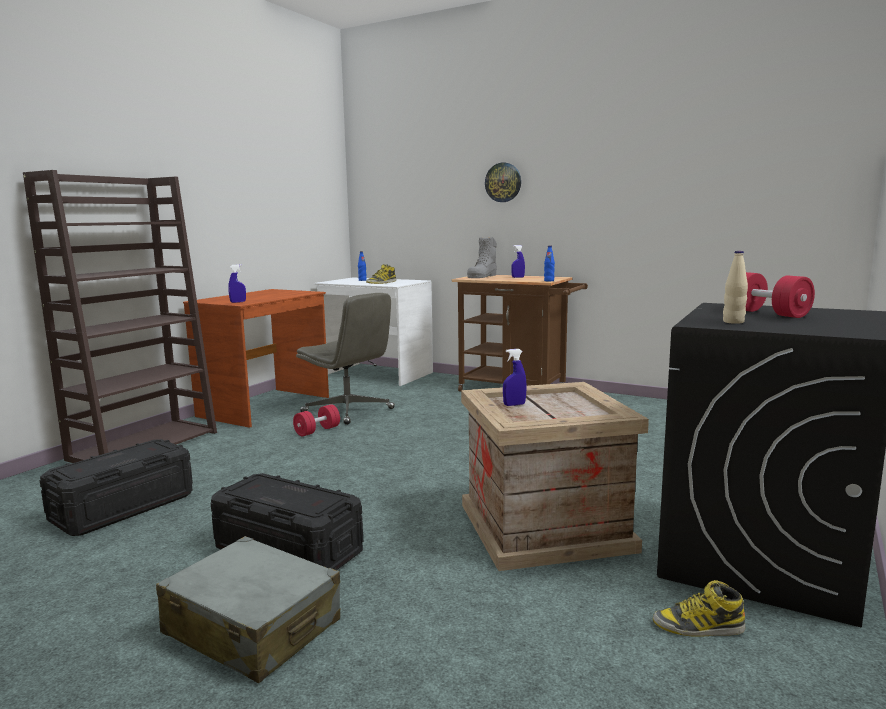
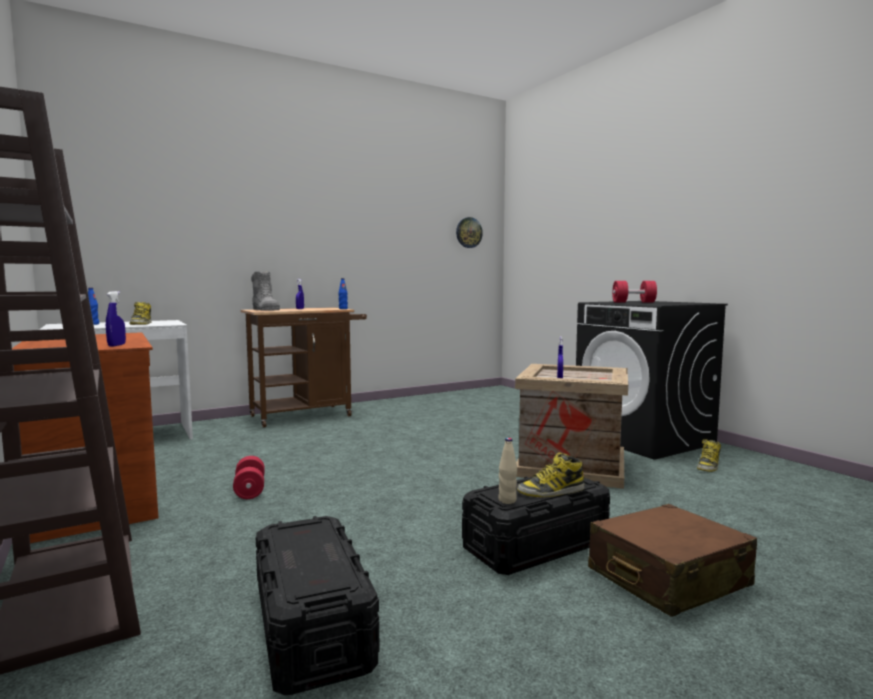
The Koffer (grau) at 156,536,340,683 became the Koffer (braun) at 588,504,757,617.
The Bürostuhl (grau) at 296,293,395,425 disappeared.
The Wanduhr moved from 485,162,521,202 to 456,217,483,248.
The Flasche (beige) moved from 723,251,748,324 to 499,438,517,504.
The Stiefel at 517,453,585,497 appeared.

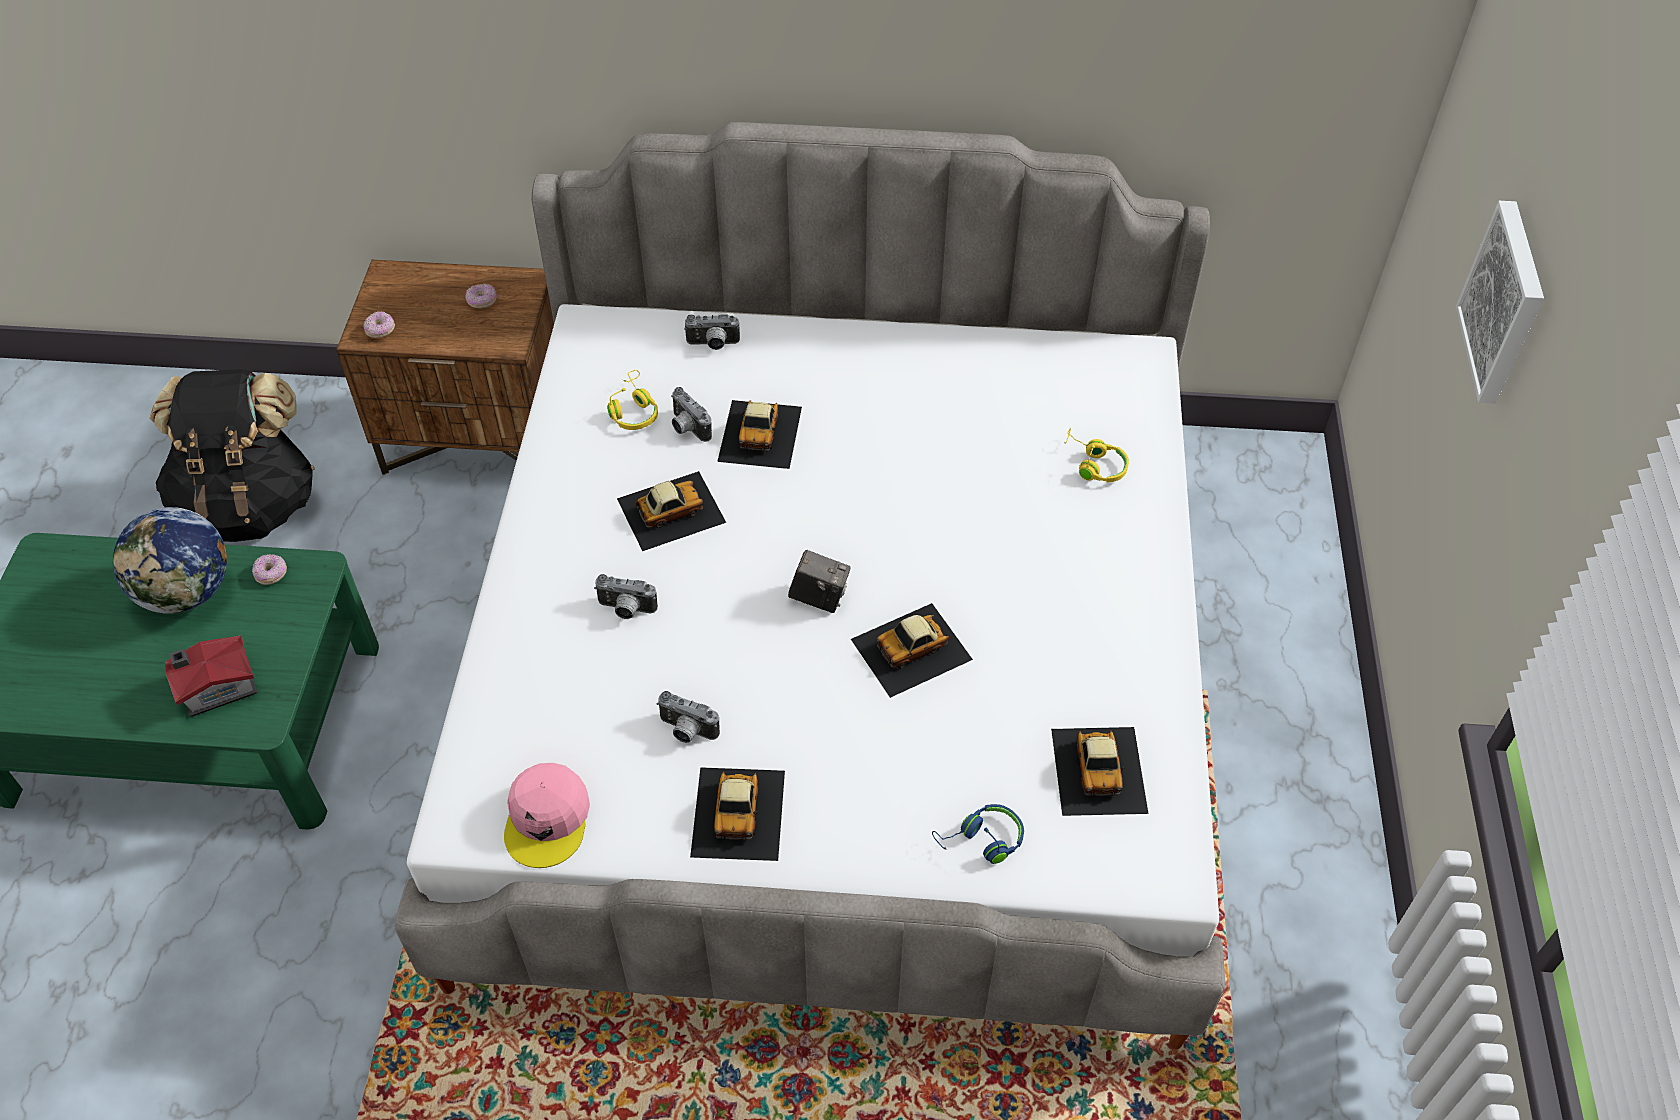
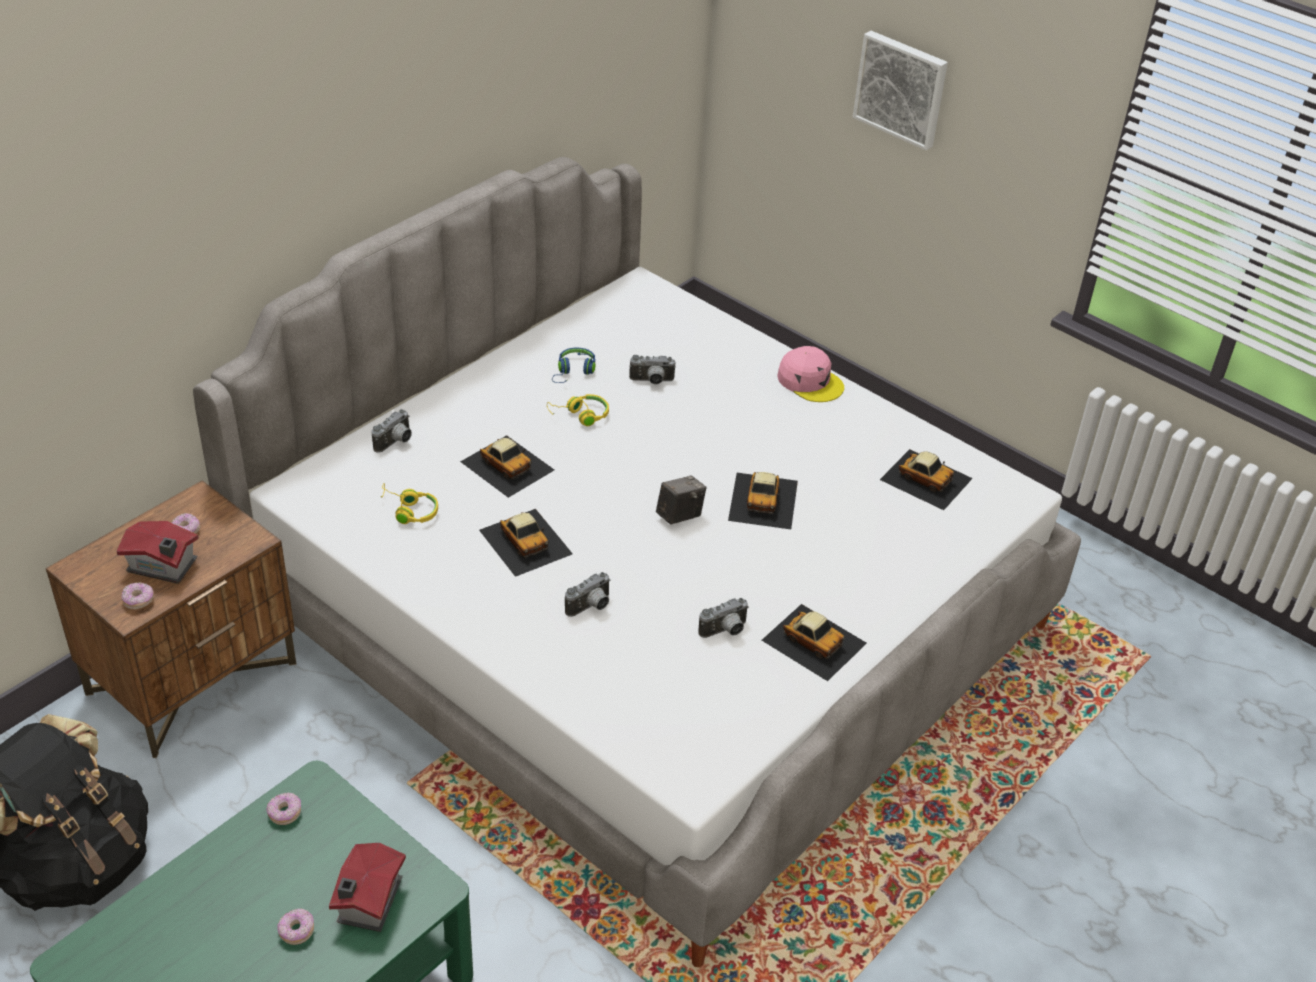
The Globus at 113,507,227,614 disappeared.
The Kappe (rosa) moved from 504,763,590,868 to 777,346,844,402.
The Spielzeugauto at 617,471,726,551 turned 135 degrees clockwise.
The Kamera moved from 671,387,712,442 to 629,355,676,385.
The Kopfhörer (blau) moved from 932,804,1024,864 to 552,348,595,383.
The Kopfhörer (gelb) moved from 1065,428,1129,483 to 547,394,609,426.
The Spielzeughaus at 116,521,199,584 appeared.
The Donut at 277,909,314,945 appeared.

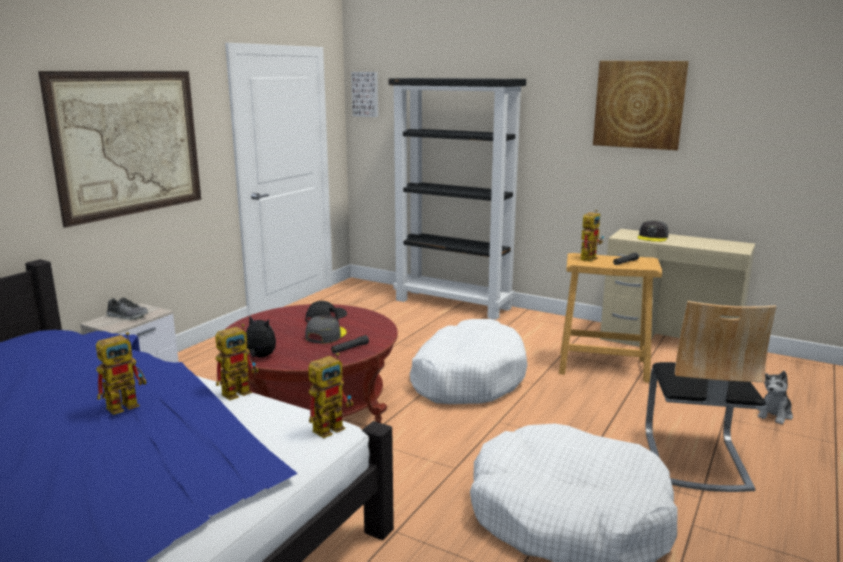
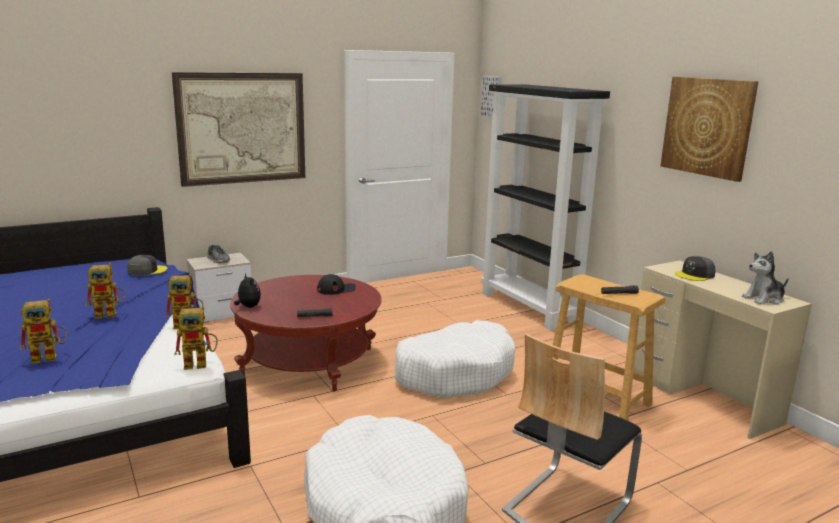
The Kappe (grau) moved from 305,315,347,344 to 127,255,167,276.
The Spielzeugroboter moved from 580,210,604,262 to 20,298,67,364.
The Plüschtier moved from 758,371,793,425 to 742,251,789,304.

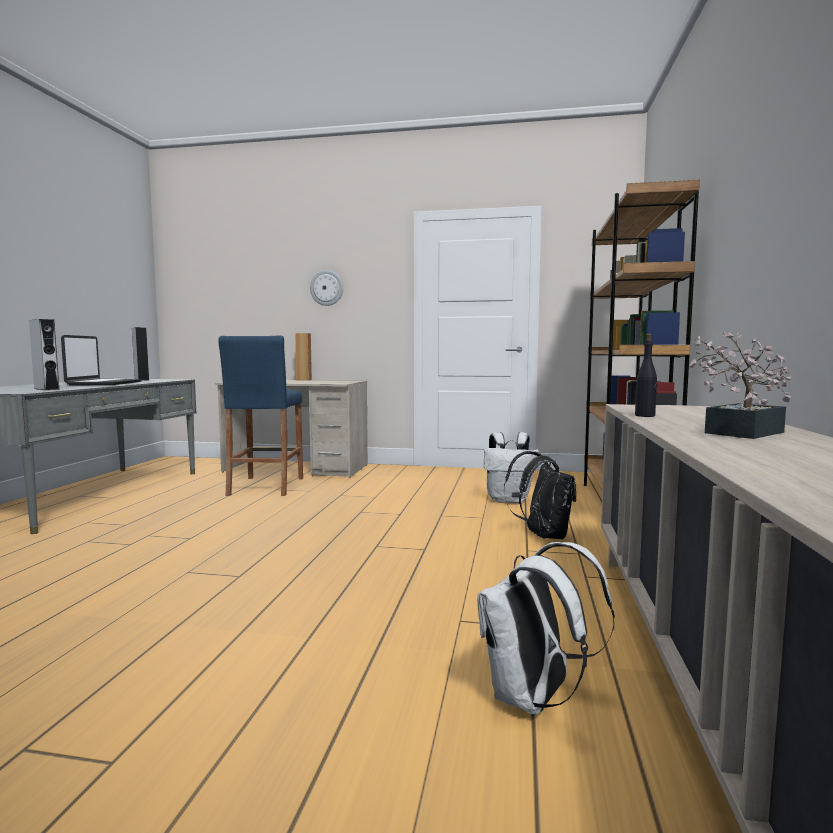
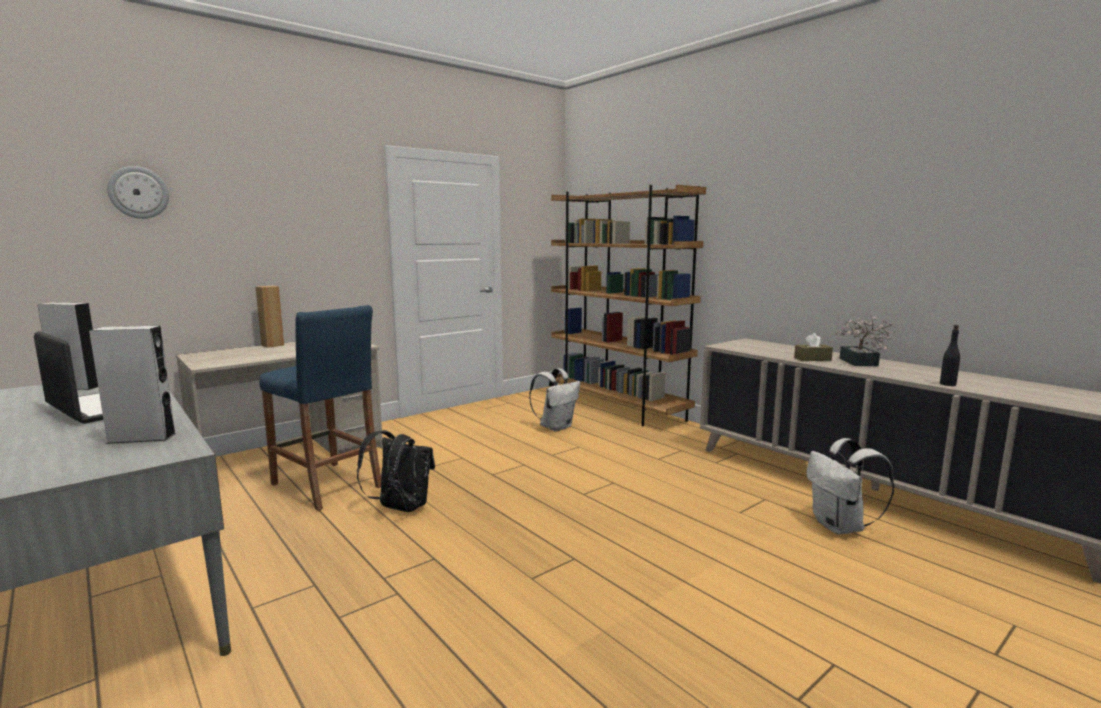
The Wanduhr moved from 310,270,343,306 to 107,166,169,219.
The Rucksack (schwarz) moved from 504,451,576,539 to 357,430,435,512.
The Flasche (schwarz) moved from 635,334,658,417 to 940,325,960,386.
The Taschentuchbox (braun) at 794,333,833,361 appeared.

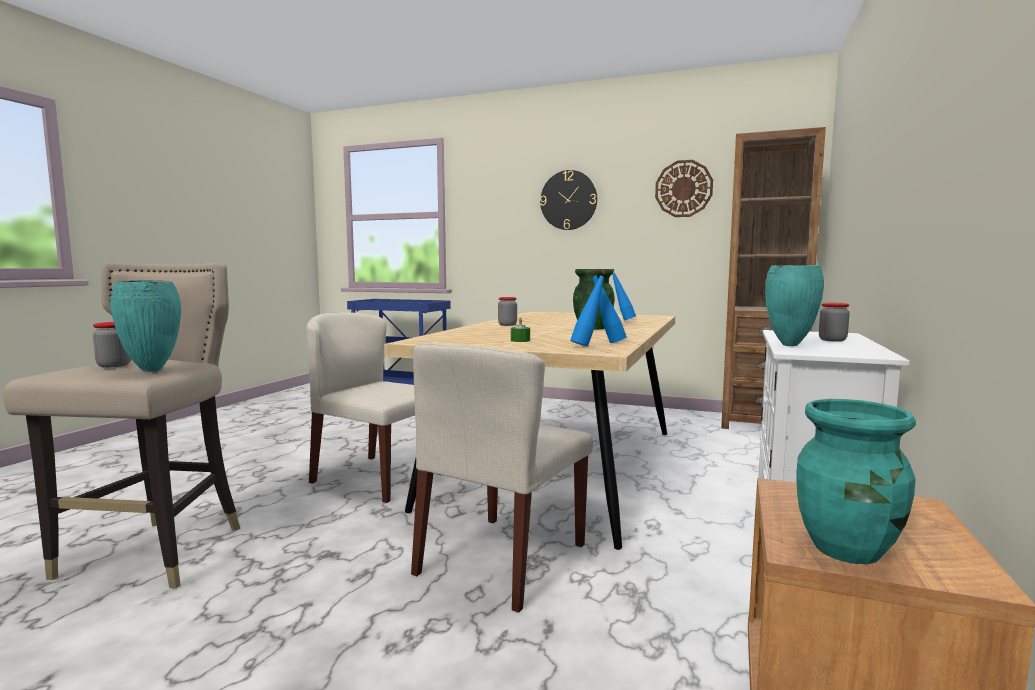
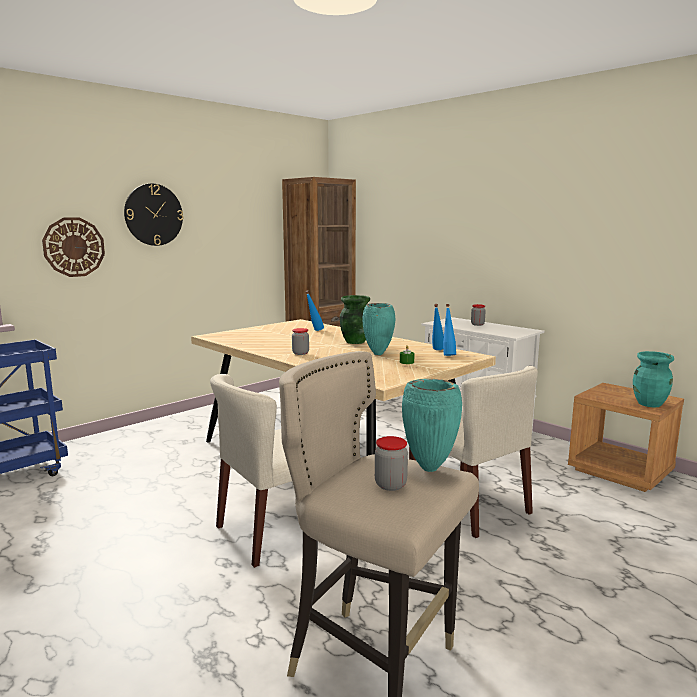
The Wanduhr moved from 655,160,713,217 to 42,218,105,277.
The Vase (türkis) moved from 765,265,824,346 to 362,303,396,355.

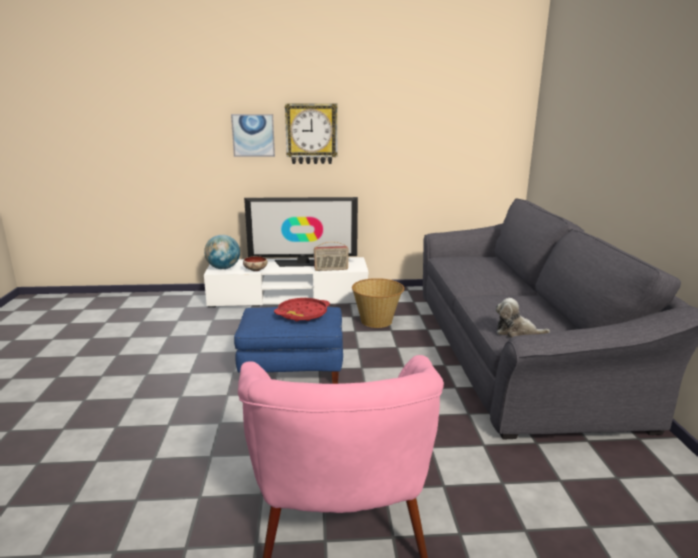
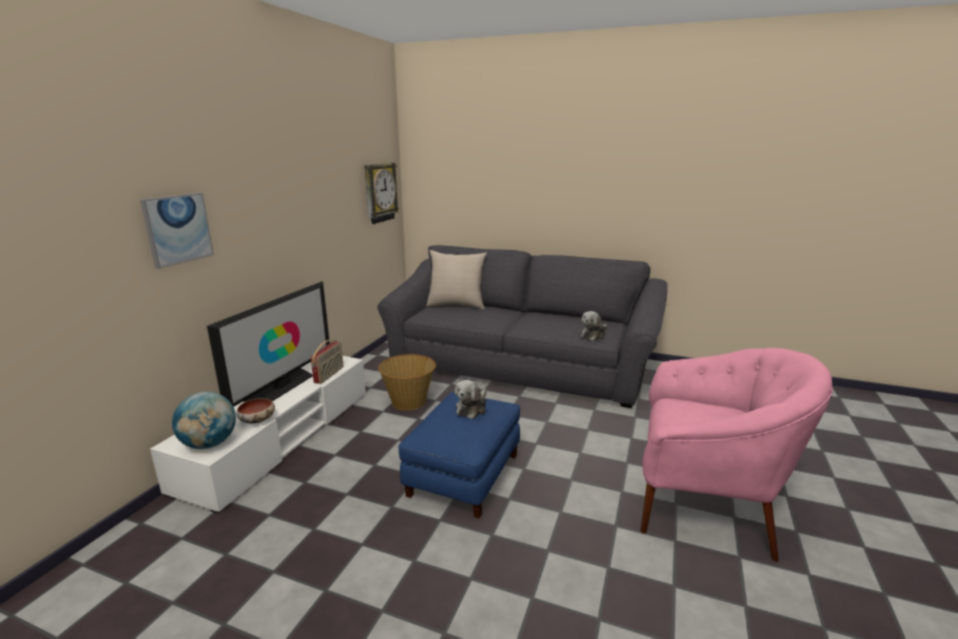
The Tablett (rot) at 274,298,330,322 was replaced by the Plüschtier at 455,380,487,419.
The Wanduhr moved from 285,103,338,164 to 364,163,399,224.
The Kissen (beige) at 426,250,487,309 appeared.

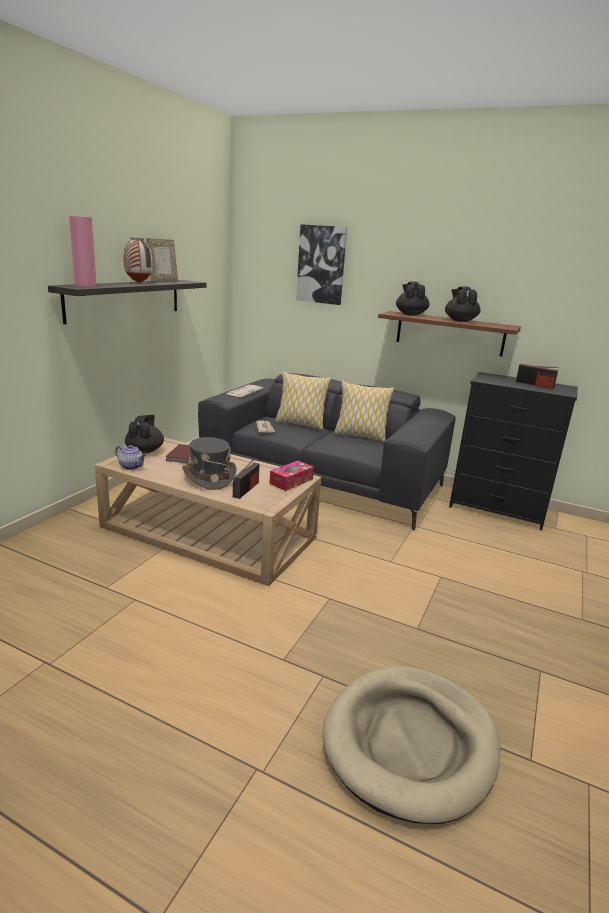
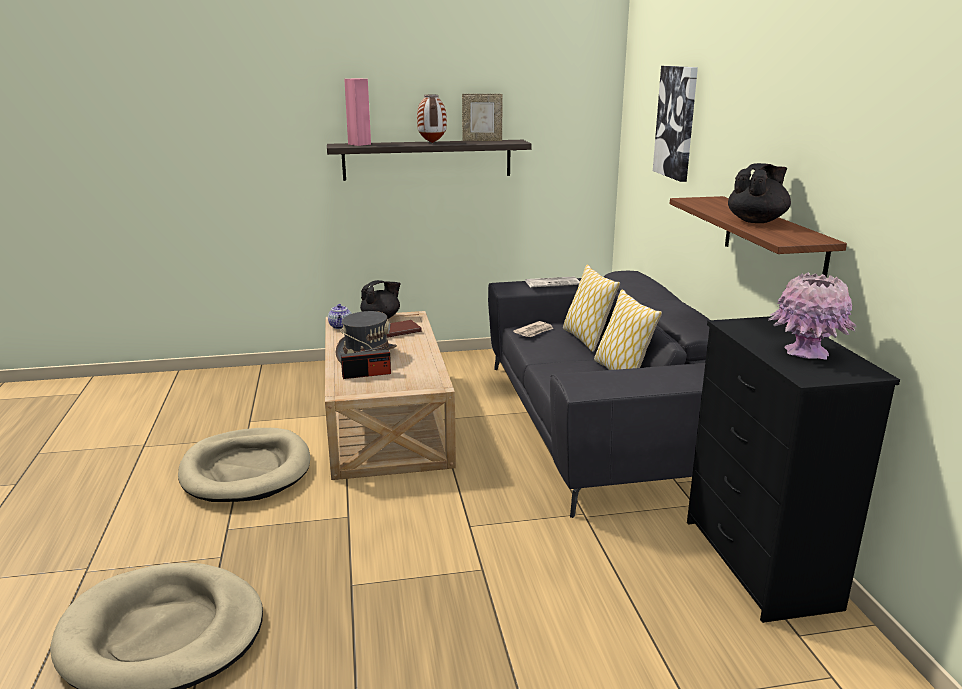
The Taschentuchbox at 269,461,314,491 disappeared.
The Teekanne (schwarz) at 396,282,429,315 disappeared.
The Radio at 516,364,558,389 was replaced by the Vase (rosa) at 768,272,856,360.
The Hundebett (beige) at 178,428,310,502 appeared.

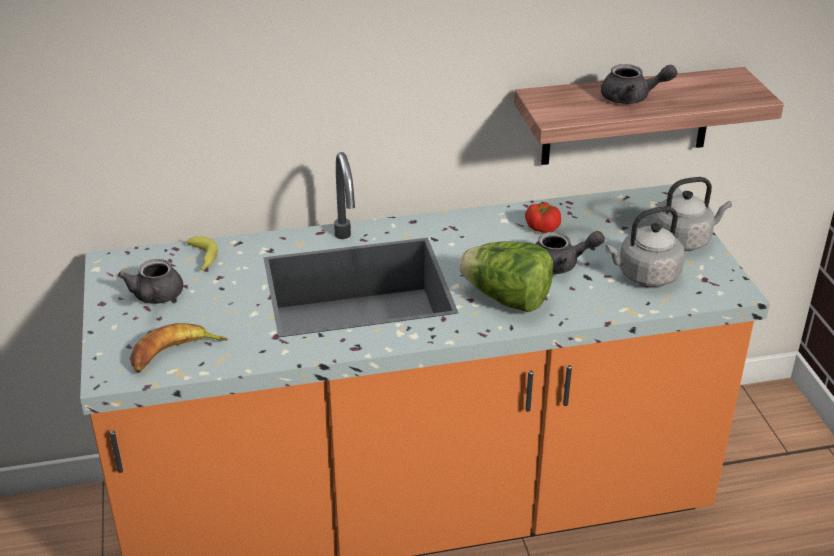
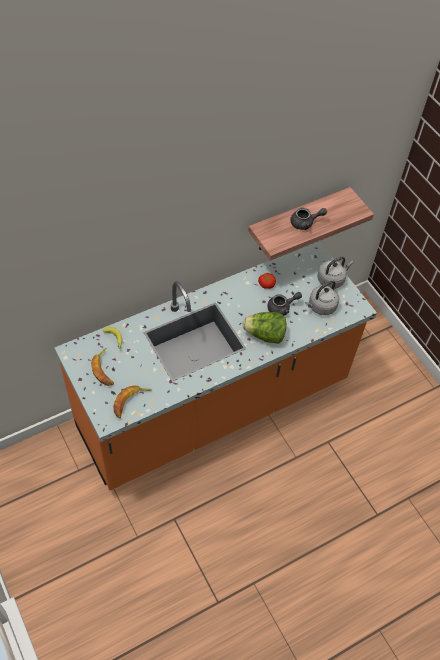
The Teekanne (grau) at 118,259,183,304 was replaced by the Banane at 91,348,114,386.

